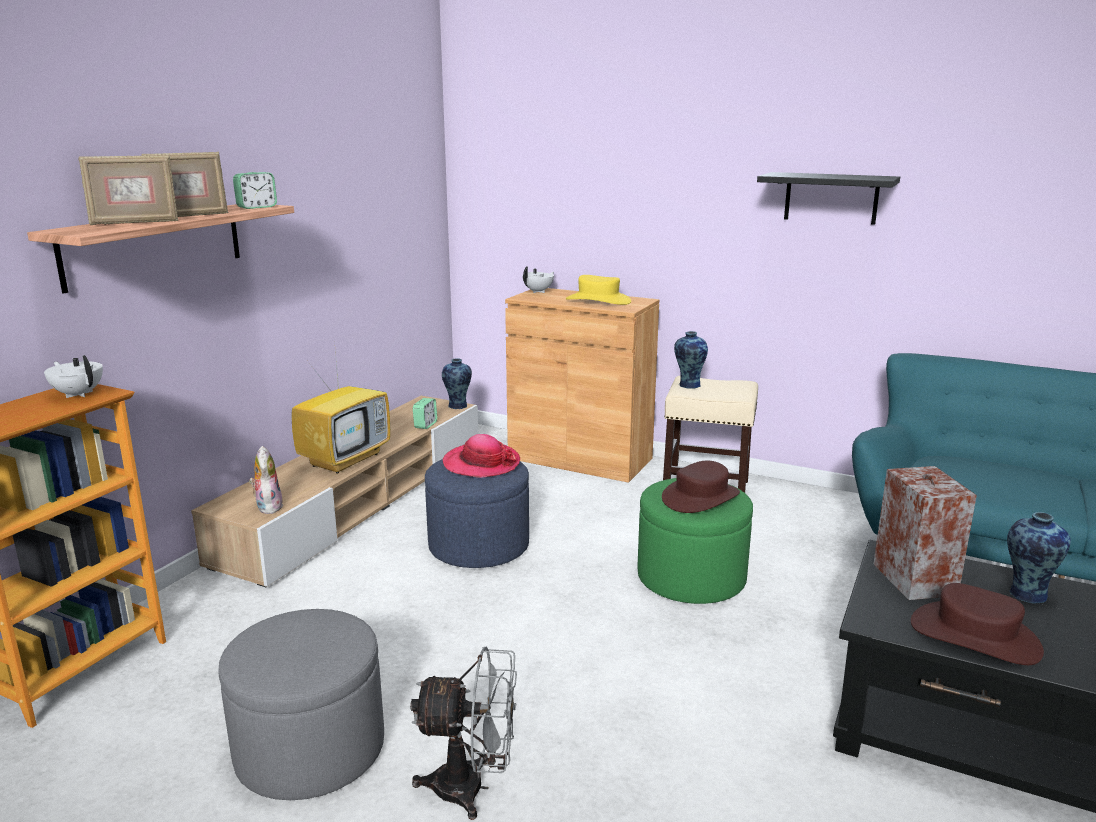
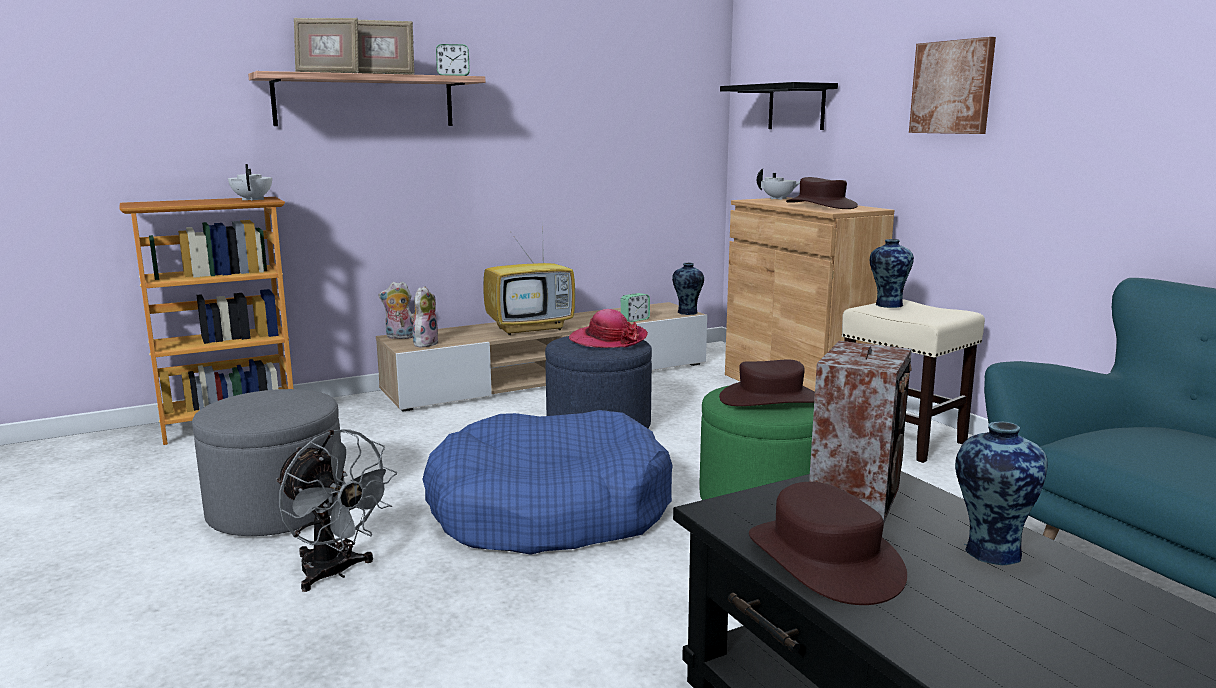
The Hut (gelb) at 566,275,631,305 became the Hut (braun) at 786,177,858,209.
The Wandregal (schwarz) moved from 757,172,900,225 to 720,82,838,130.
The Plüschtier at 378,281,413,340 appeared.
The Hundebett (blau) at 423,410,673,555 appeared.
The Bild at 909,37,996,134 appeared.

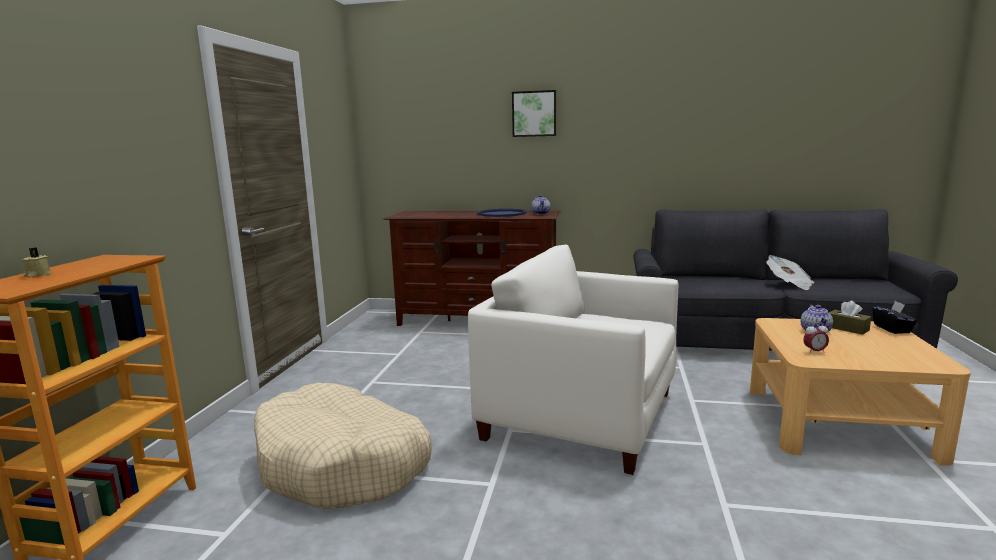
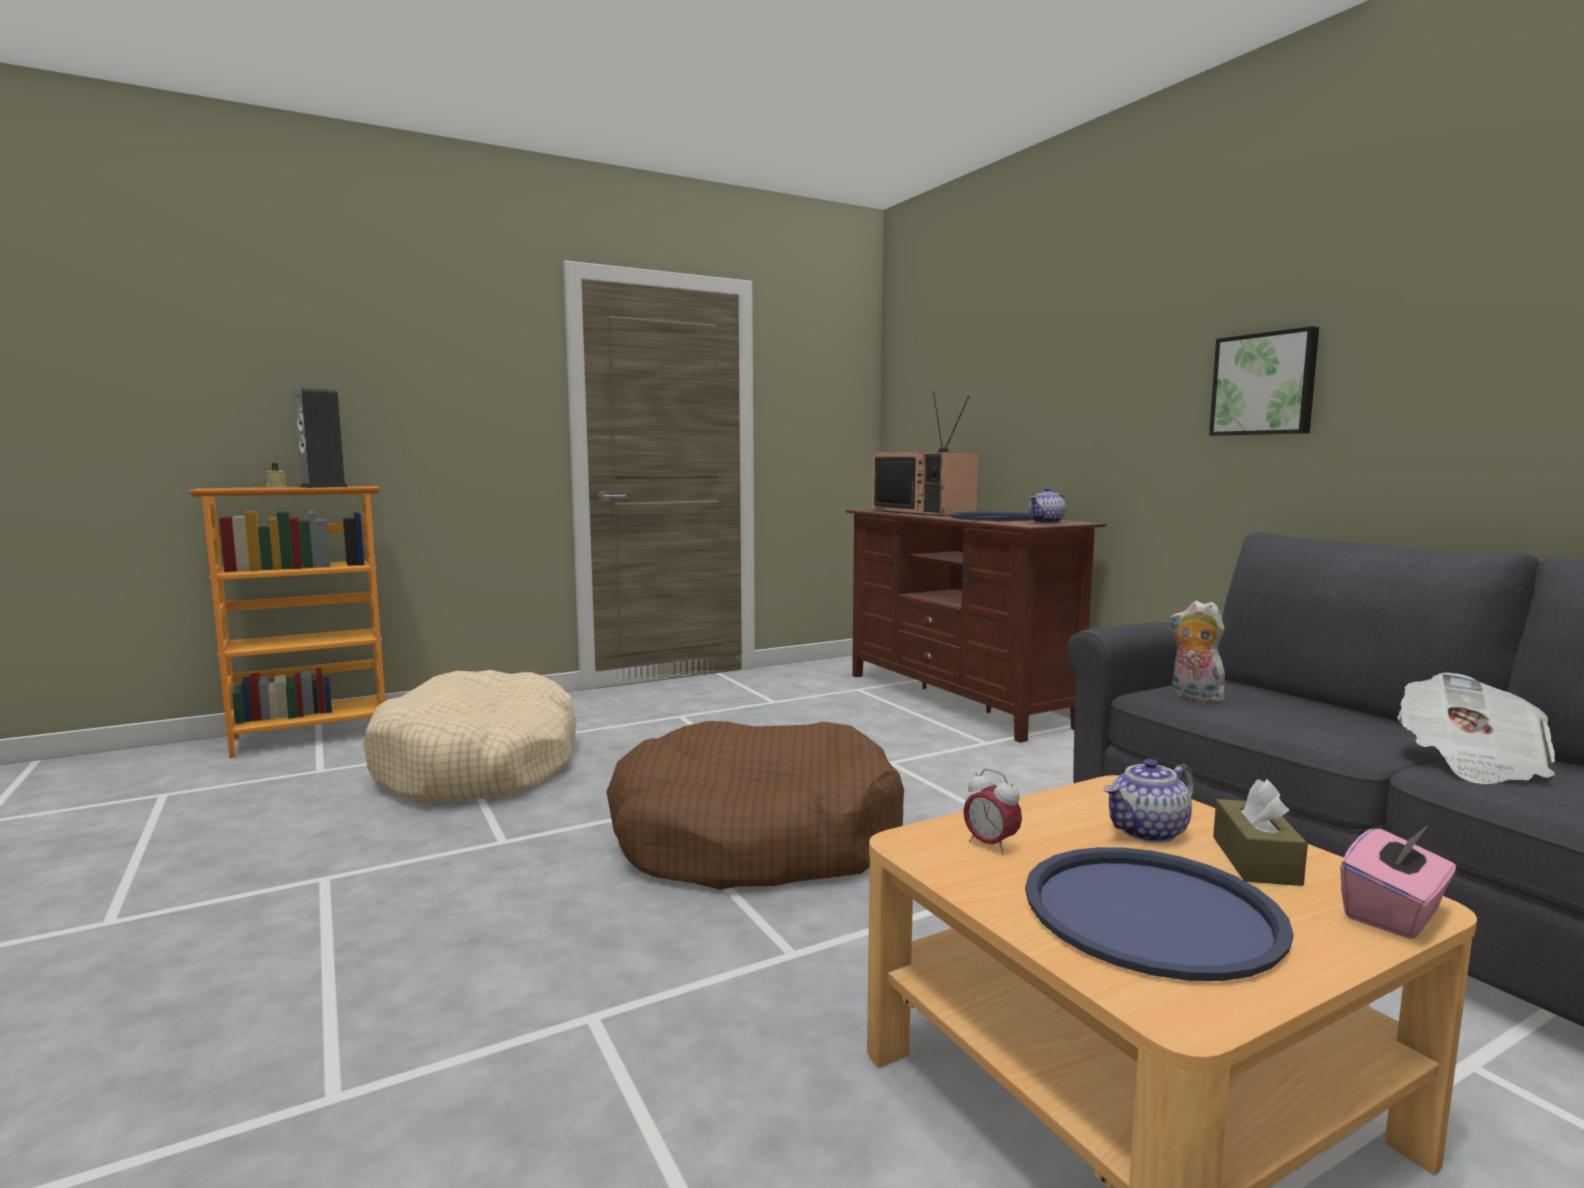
The Sessel (weiß) at 468,245,678,475 was replaced by the Hundebett (braun) at 606,721,904,890.
The Bild moved from 512,90,556,137 to 1209,326,1319,436.
The Taschentuchbox (schwarz) at 872,301,917,334 became the Taschentuchbox (rosa) at 1340,826,1456,939.
The Lautsprecher at 294,388,348,488 appeared.
The Fernseher at 872,392,979,516 appeared.
The Tablett (blau) at 1025,847,1294,981 appeared.
The Plüschtier at 1169,601,1229,702 appeared.

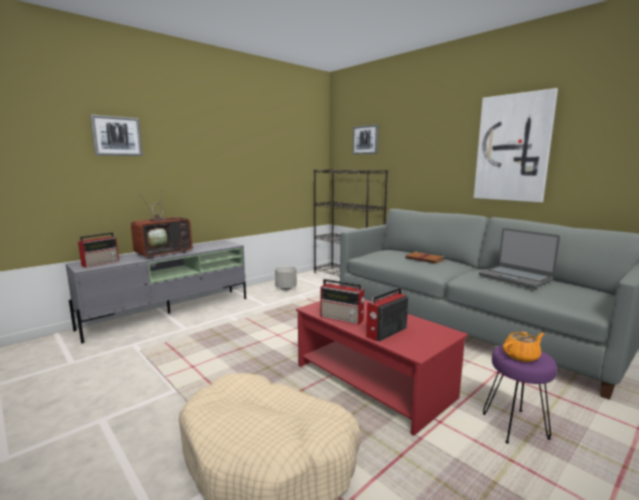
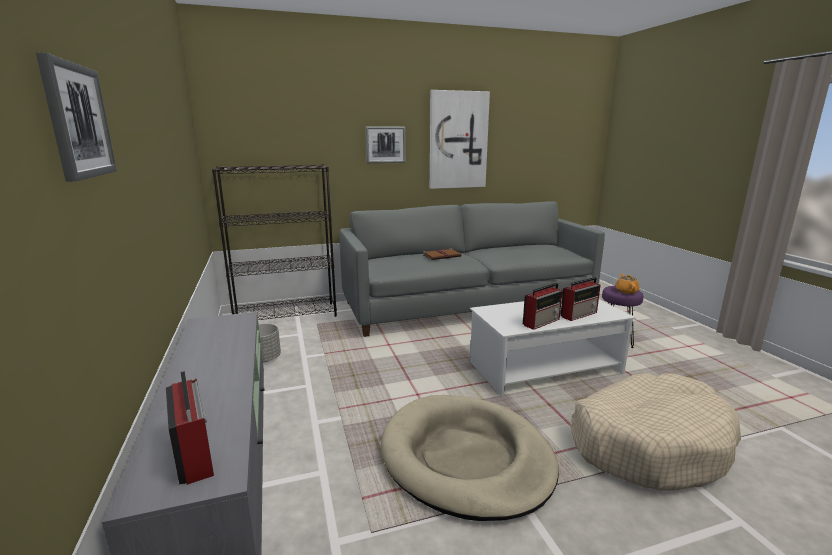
The Fernseher at 131,189,193,259 disappeared.
The Couchtisch (rot) at 296,299,468,436 became the Couchtisch (weiß) at 470,299,636,397.
The Bild moved from 352,124,378,154 to 365,126,406,163.
The Radio at 366,287,408,341 turned 105 degrees counterclockwise.
The Laptop at 479,228,560,288 disappeared.
The Hundebett (beige) at 381,395,559,521 appeared.

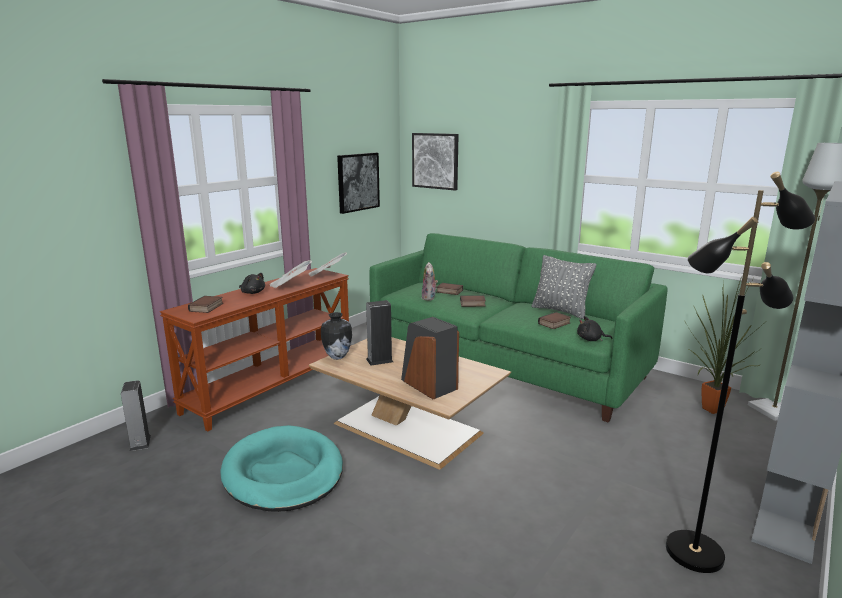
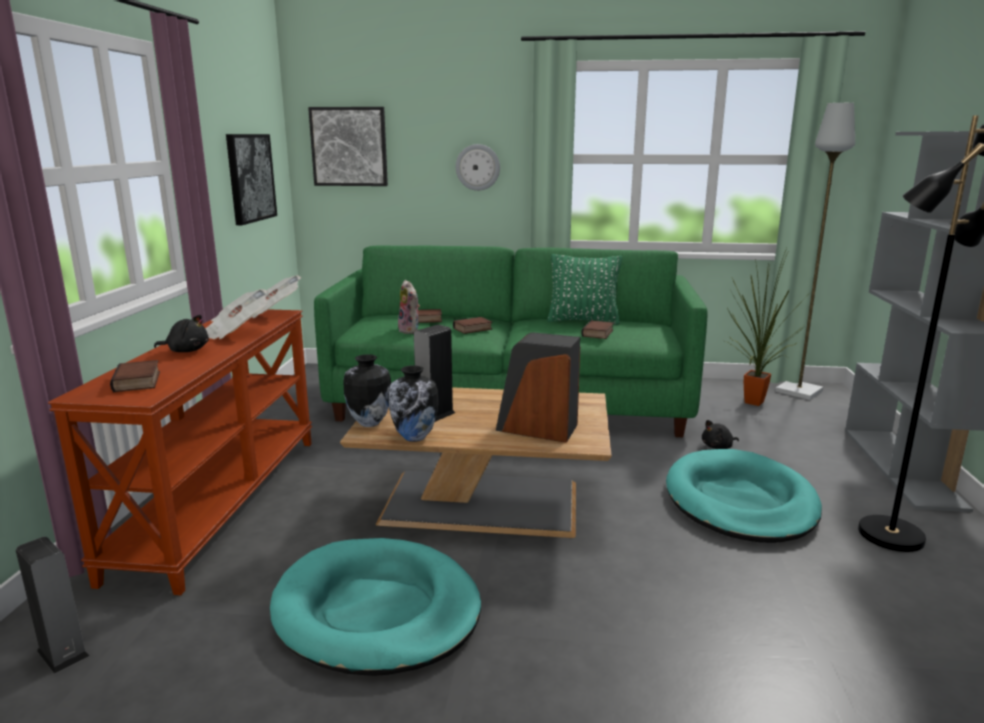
The Kissen (grau) at 532,255,596,319 became the Kissen (grün) at 547,254,622,325.
The Plüschtier (schwarz) moved from 577,316,612,341 to 702,420,739,449.
The Vase at 388,365,439,442 appeared.
The Wanduhr at 456,144,500,191 appeared.
The Hundebett (türkis) at 666,449,822,543 appeared.

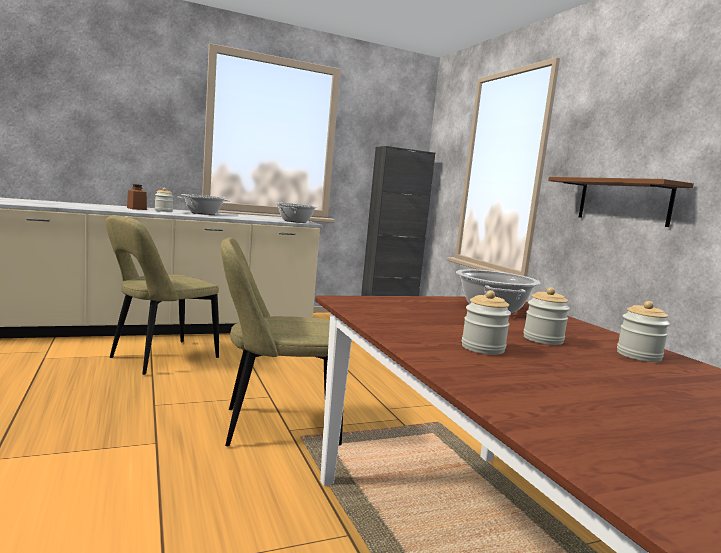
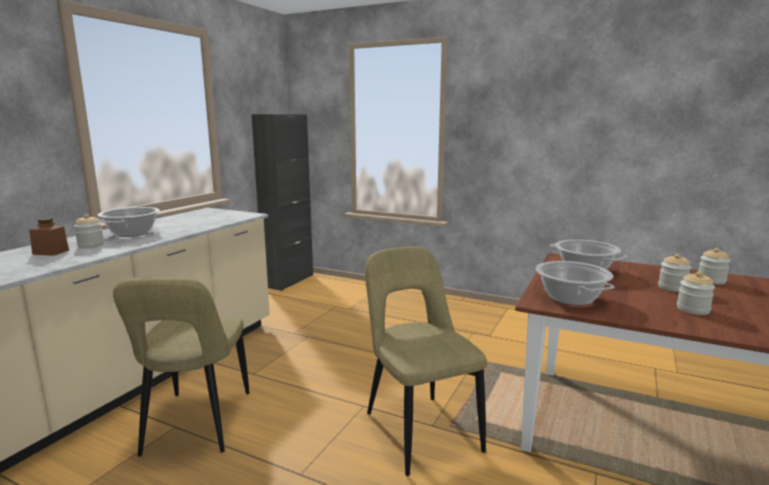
The Stuhl (beige) at 221,238,343,446 turned 120 degrees clockwise.
The Kochtopf moved from 276,203,317,223 to 536,261,614,306.
The Wandregal (braun) at 548,177,694,227 disappeared.

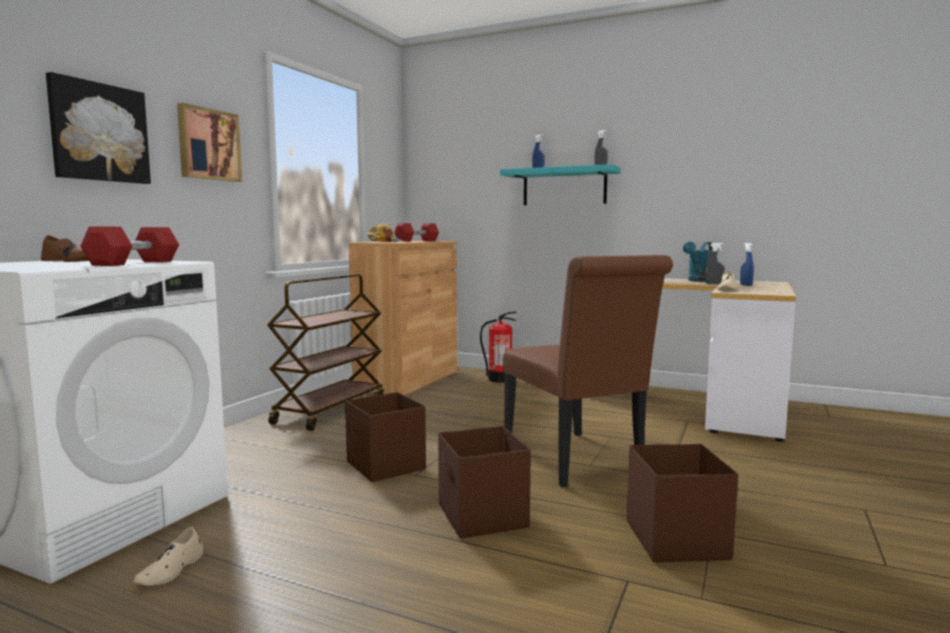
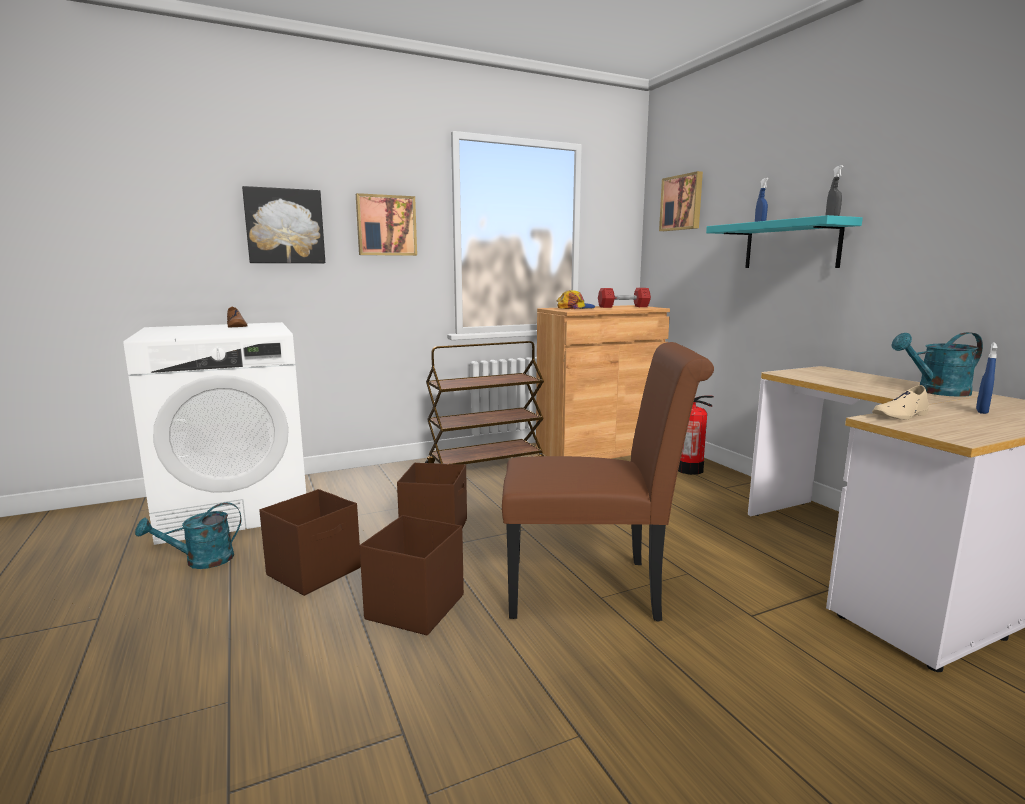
The Hantel (rot) at 80,227,179,266 disappeared.
The Schuh (beige) at 133,527,203,586 was replaced by the Gießkanne (türkis) at 135,502,241,569.
The Stuhl (braun) at 503,255,673,487 turned 105 degrees counterclockwise.
The Aufbewahrungsbox (braun) moved from 627,444,738,562 to 259,489,361,596.
The Sprühflasche (grau) at 705,243,725,284 disappeared.
The Bild at 659,171,703,231 appeared.

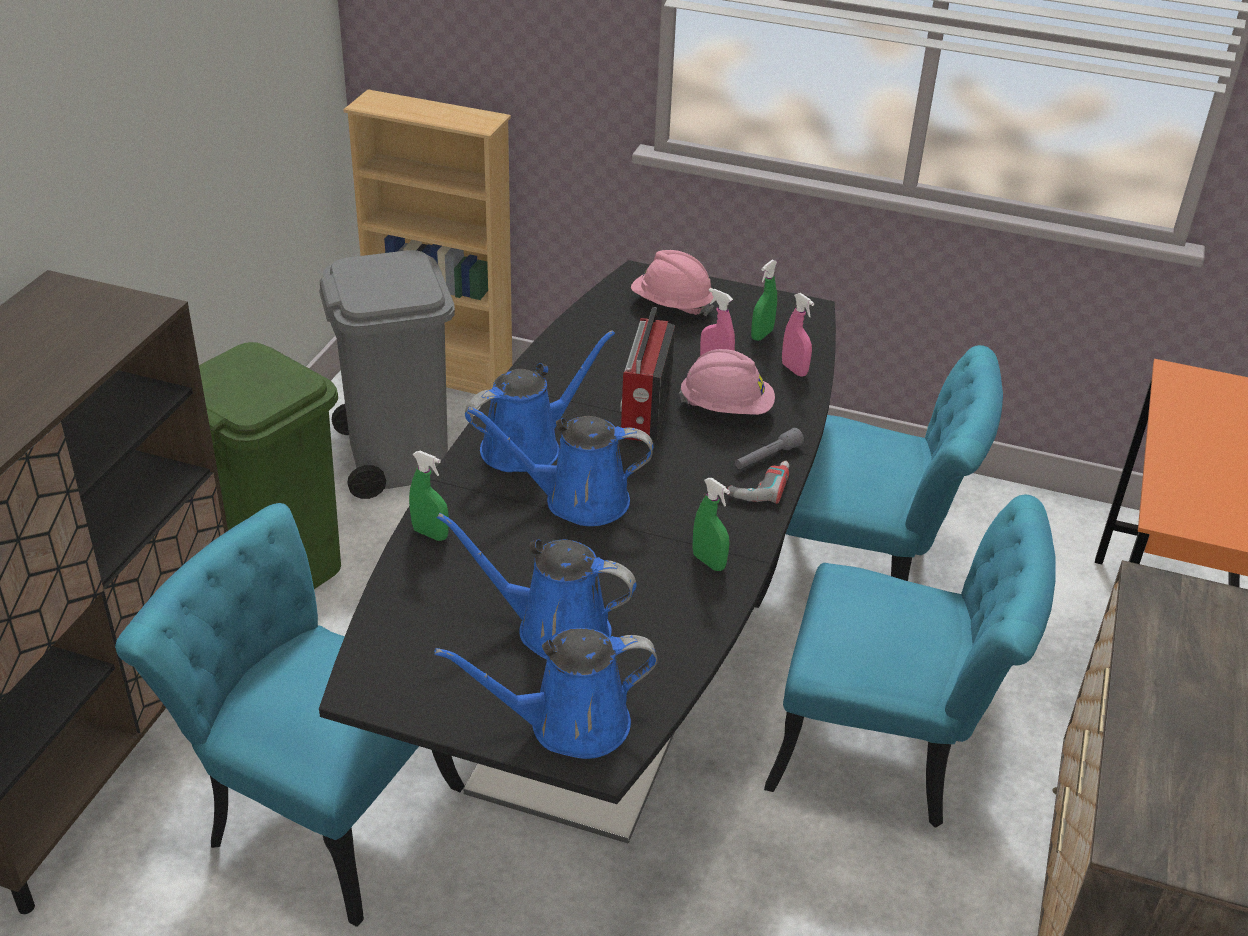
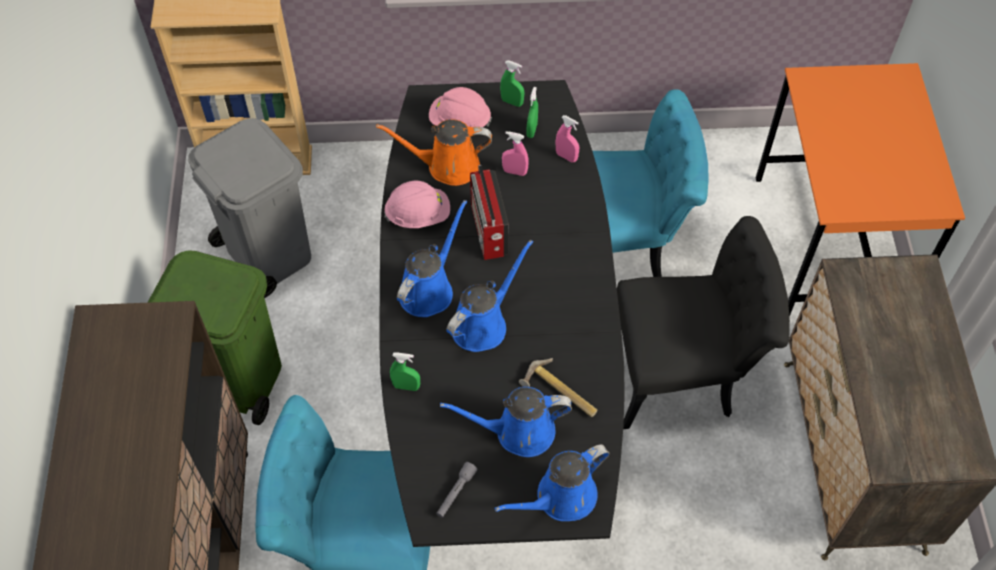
The Gießkanne (blau) at 467,407,654,526 turned 150 degrees clockwise.
The Schutzhelm (rosa) moved from 679,349,775,415 to 384,181,450,228.
The Sprühflasche (grün) moved from 693,478,730,571 to 500,60,524,107.
The Bohrmaschine at 703,461,790,504 disappeared.
The Taschenlampe (grau) moved from 735,428,804,469 to 436,462,478,518.
The Stuhl (türkis) at 764,495,1056,828 became the Stuhl (schwarz) at 617,216,790,429.
The Gießkanne (orange) at 376,119,492,186 appeared.
The Hammer at 519,358,597,417 appeared.

